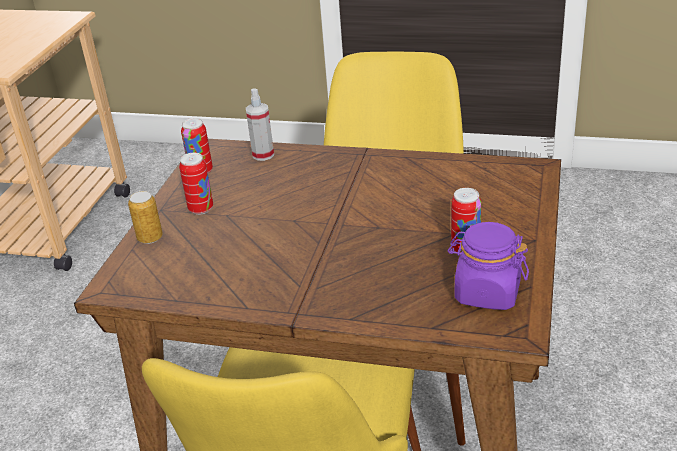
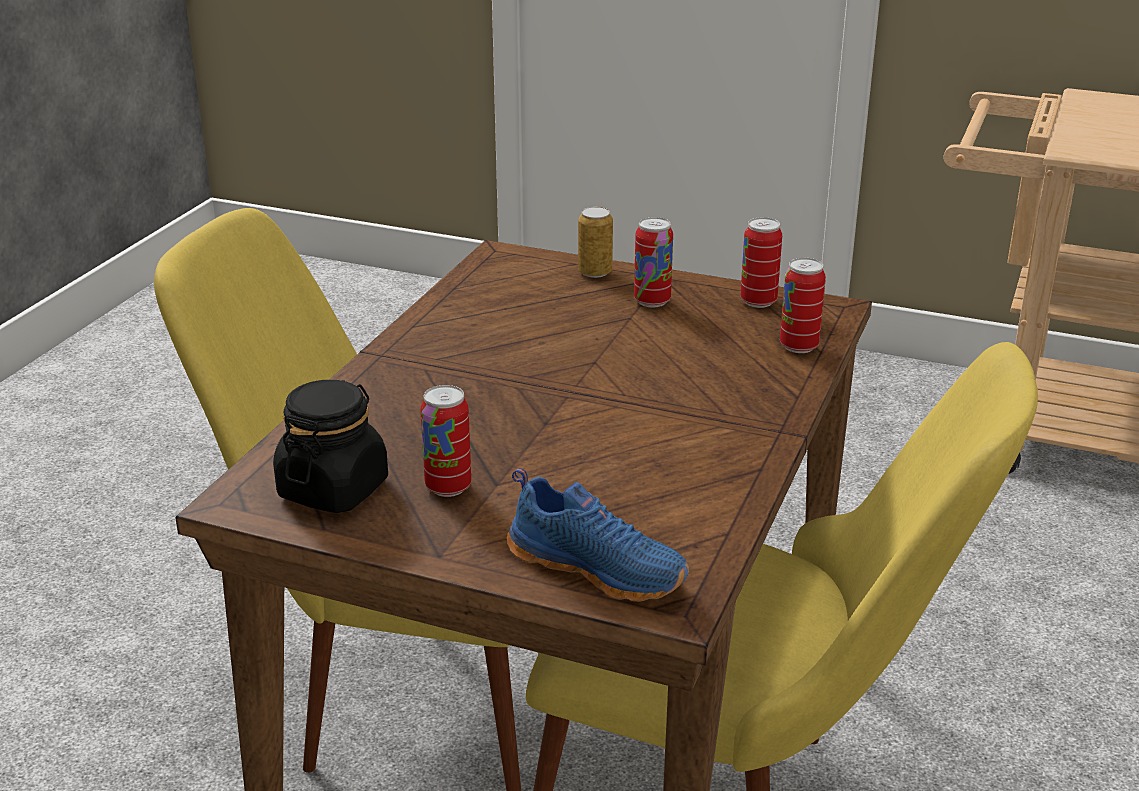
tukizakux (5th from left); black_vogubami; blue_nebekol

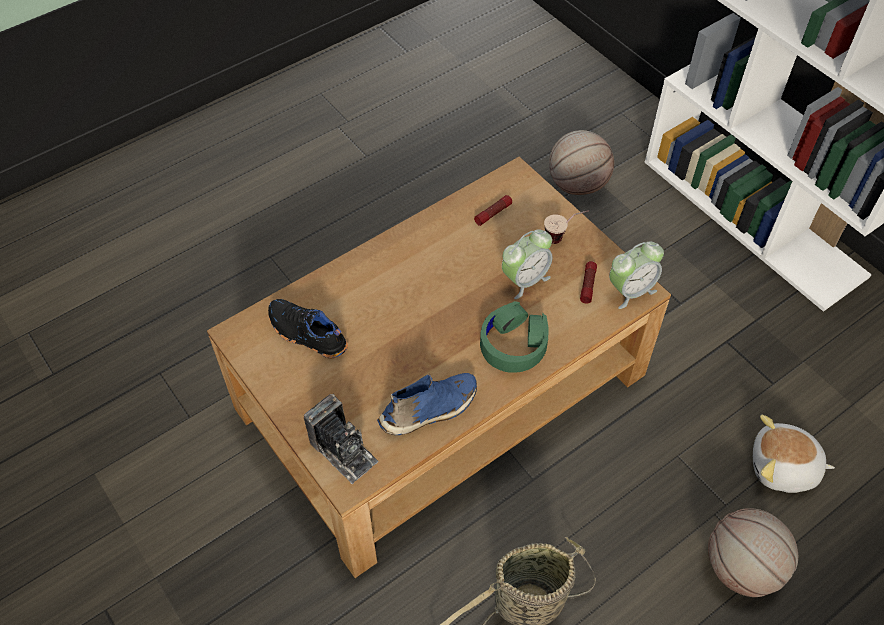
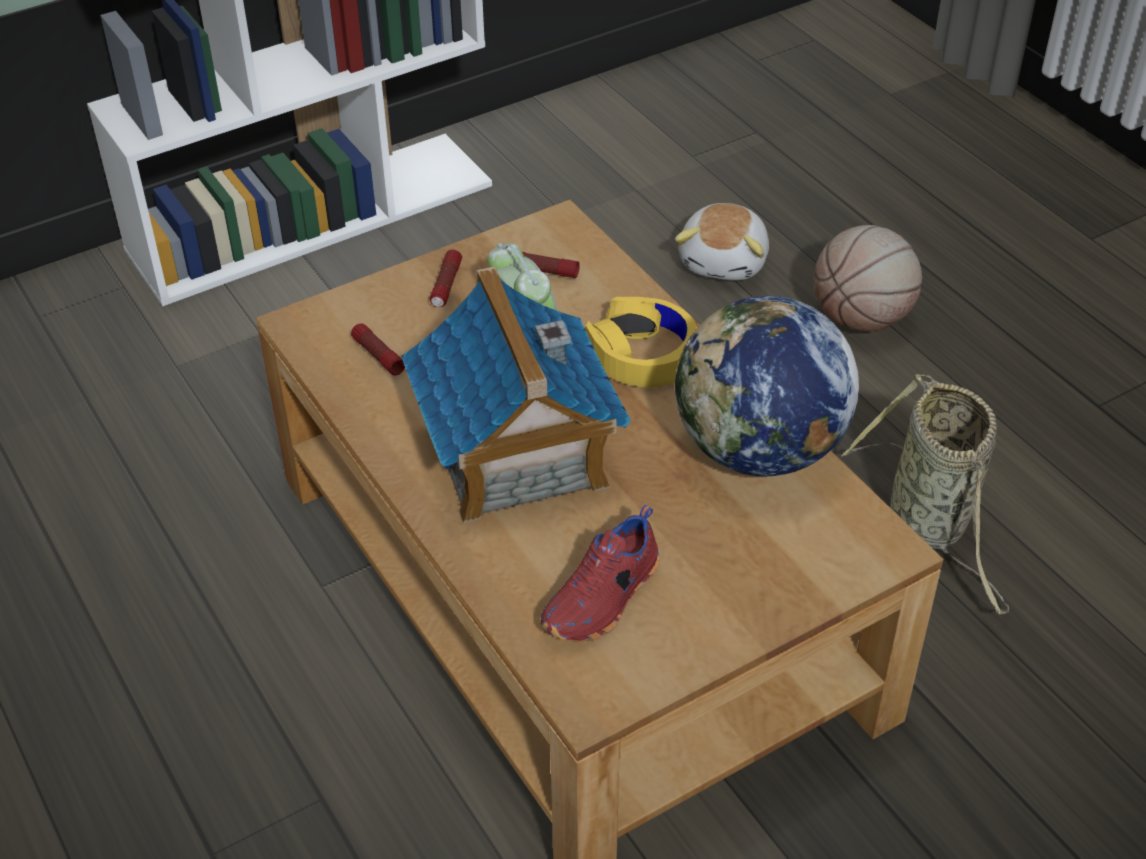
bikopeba (1st from left in the first image); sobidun (2nd from left); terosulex (2nd from left in the first image); red_nebekol; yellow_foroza; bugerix; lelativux; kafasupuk

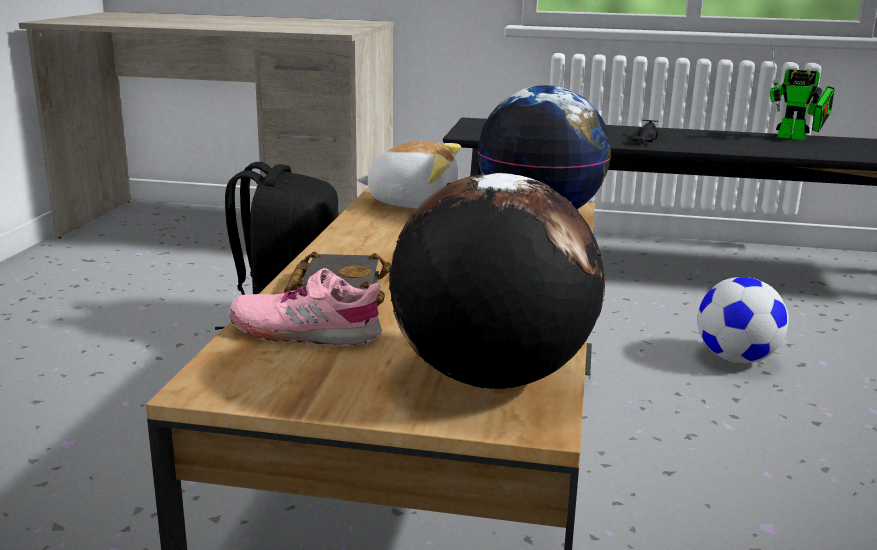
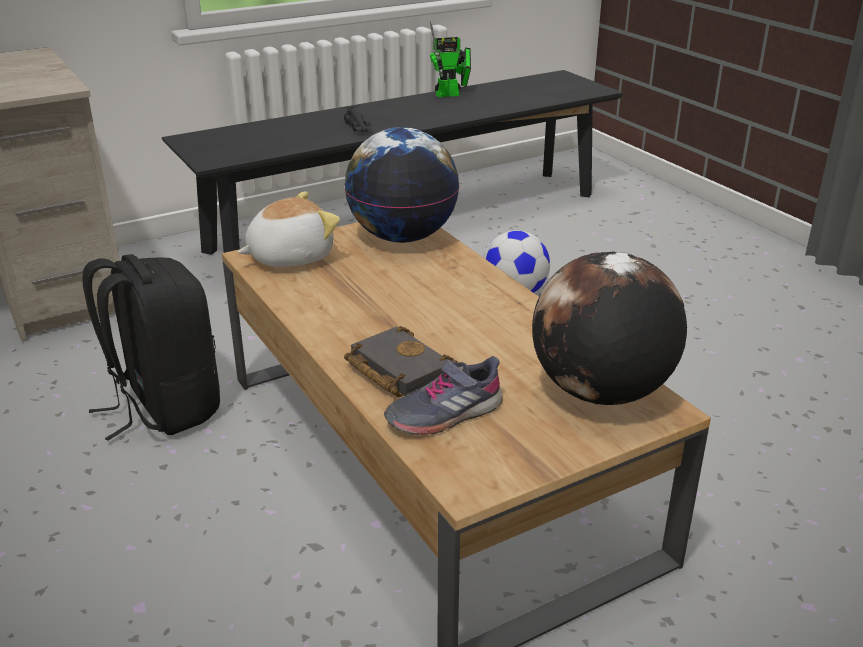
grey_nebekol

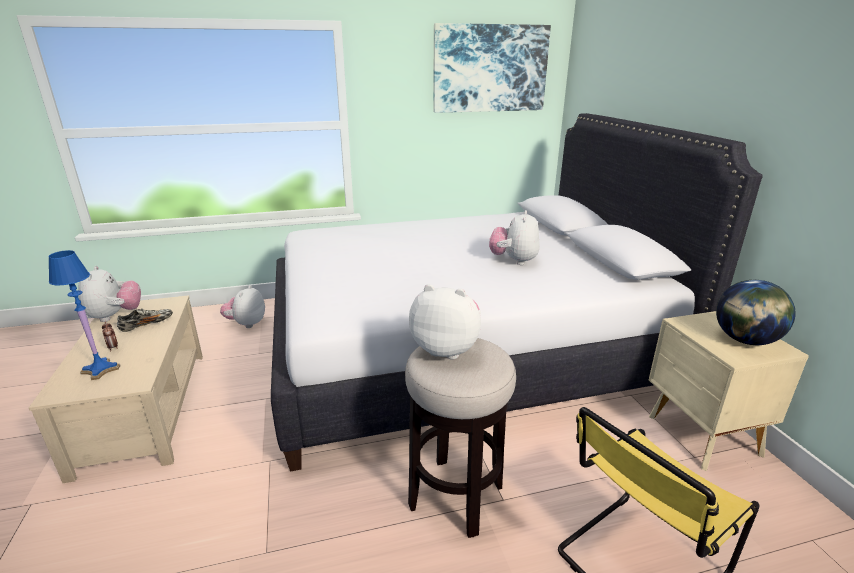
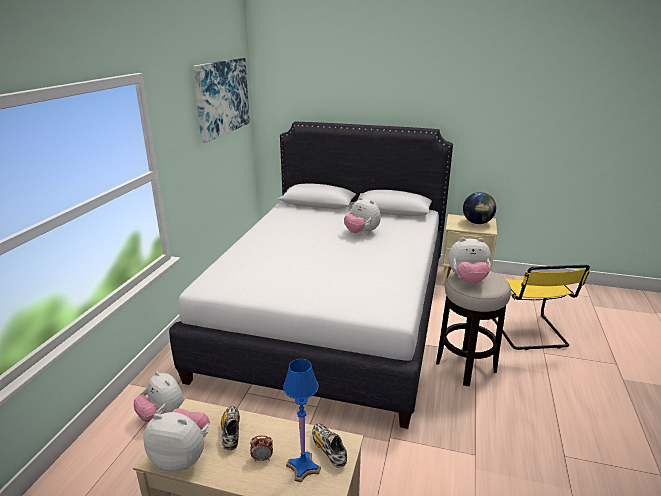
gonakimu (4th from left); nebekol (2nd from left)

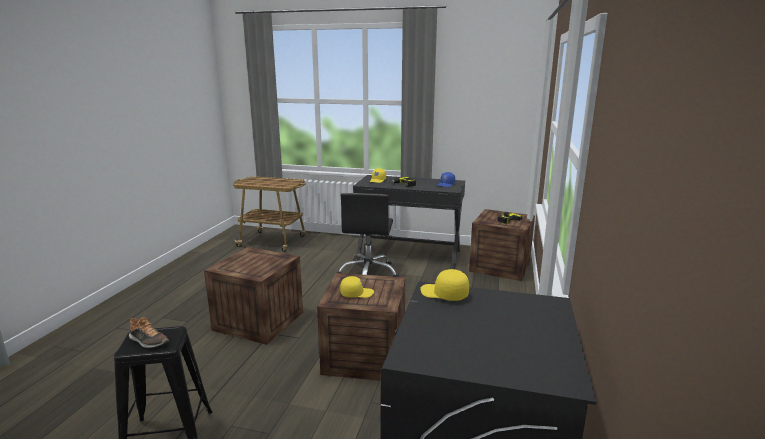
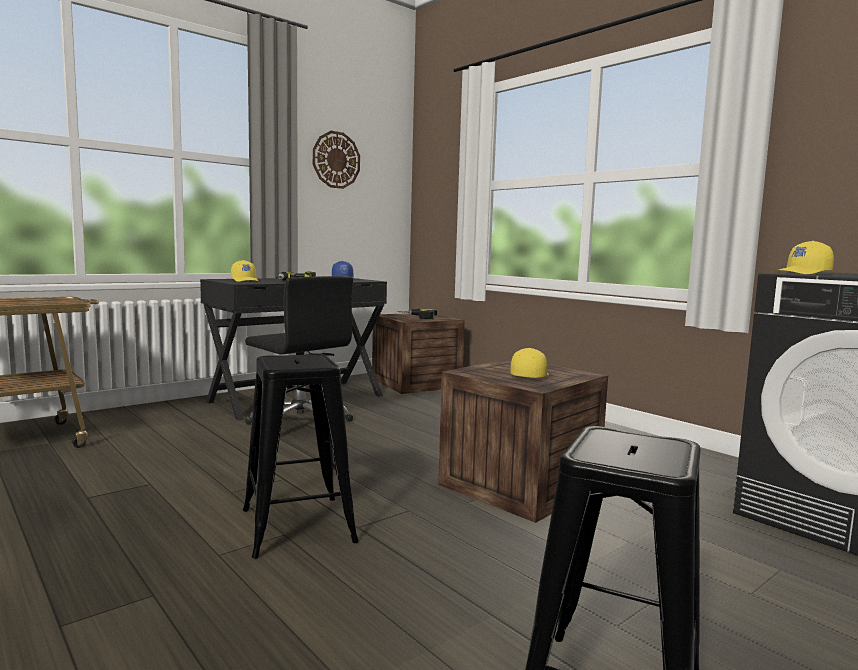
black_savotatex (1st from left); nebekol; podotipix

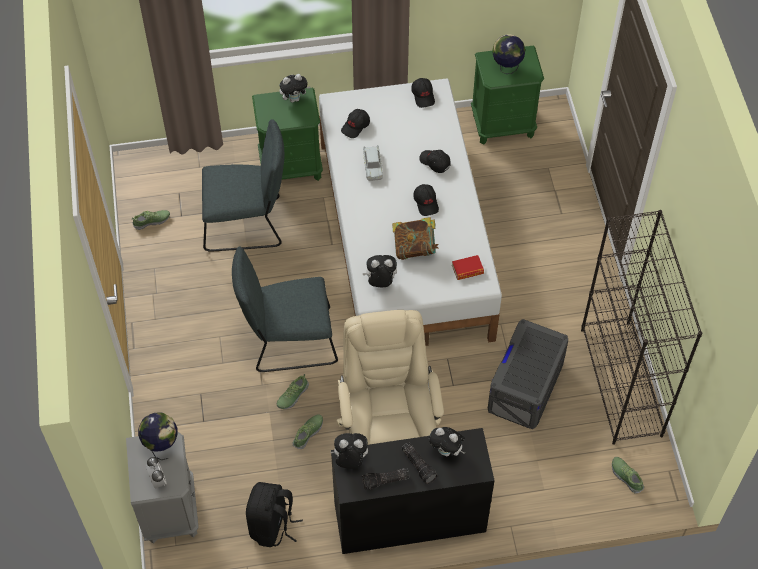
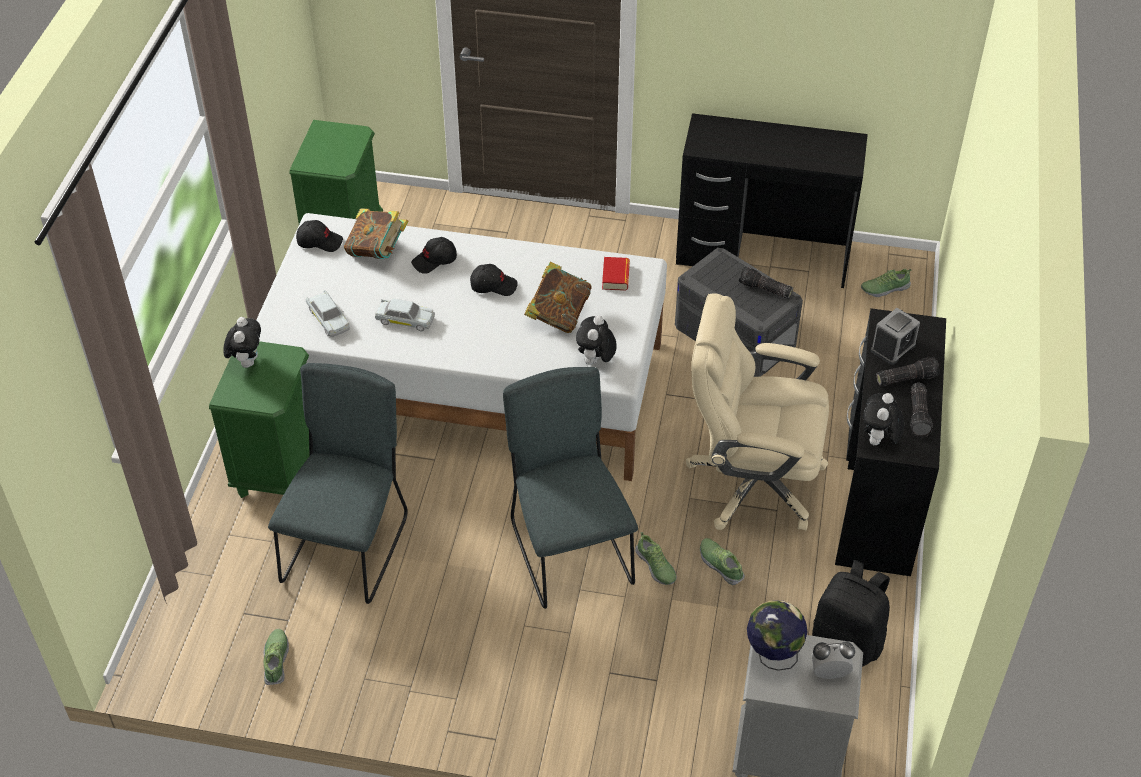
bugerix (2nd from left in the first image); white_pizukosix (1st from left); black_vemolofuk (1st from left); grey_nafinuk (2nd from left); terosulex (2nd from left); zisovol (1st from left); sobidun (1st from left)

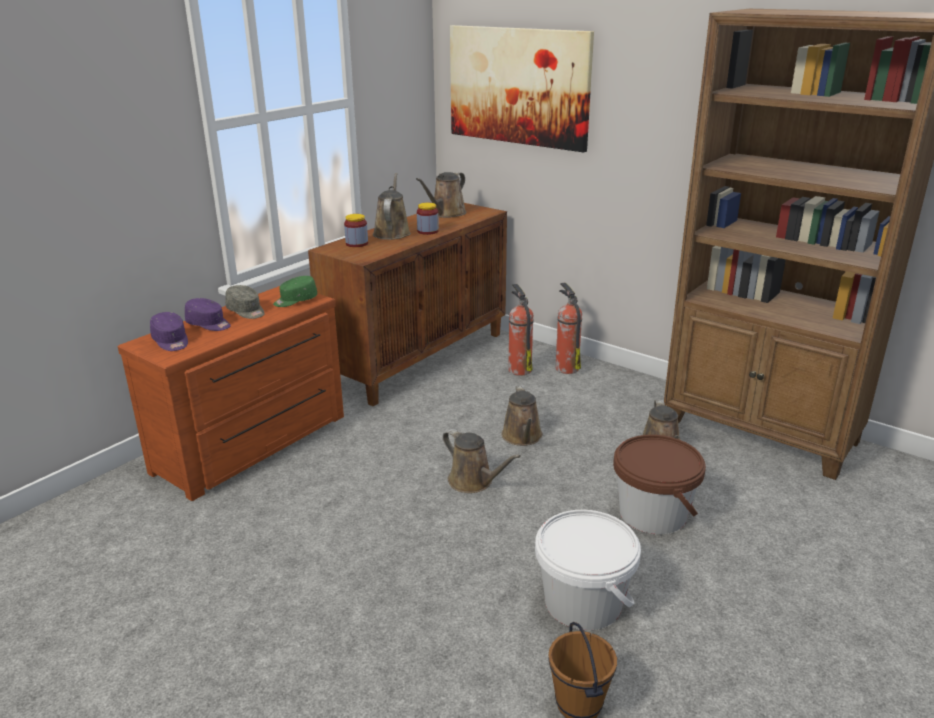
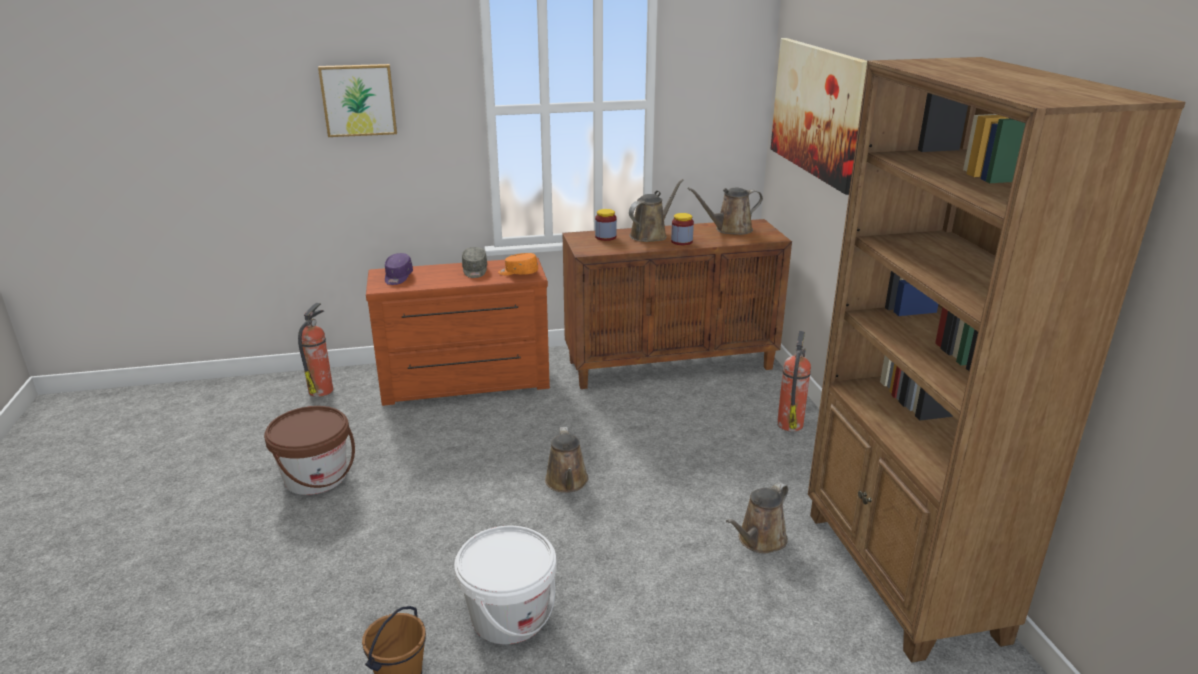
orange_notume; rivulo (1st from left); purple_notume (2nd from left in the first image); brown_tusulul (4th from left in the first image); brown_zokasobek (1st from left); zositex (1st from left)

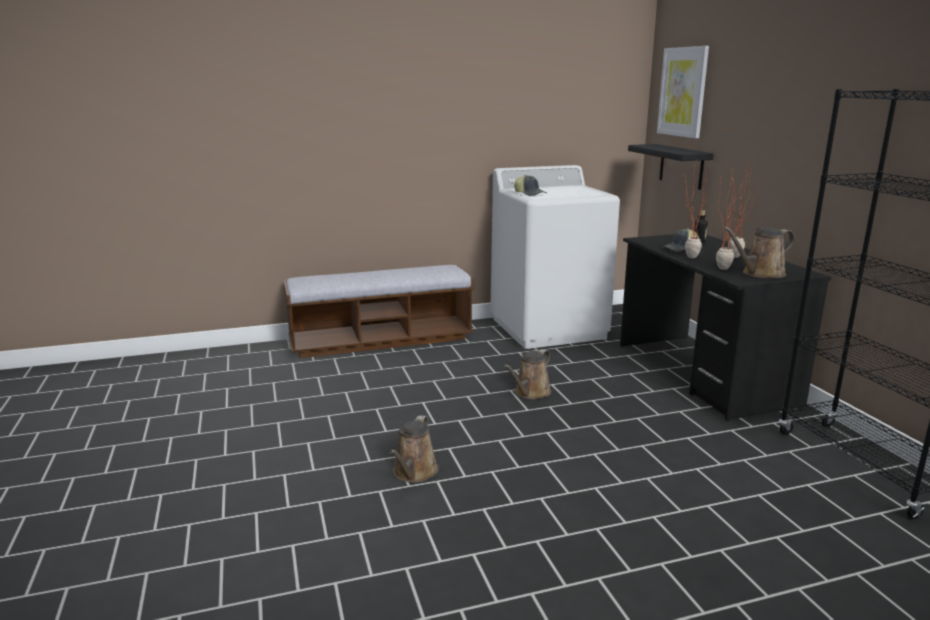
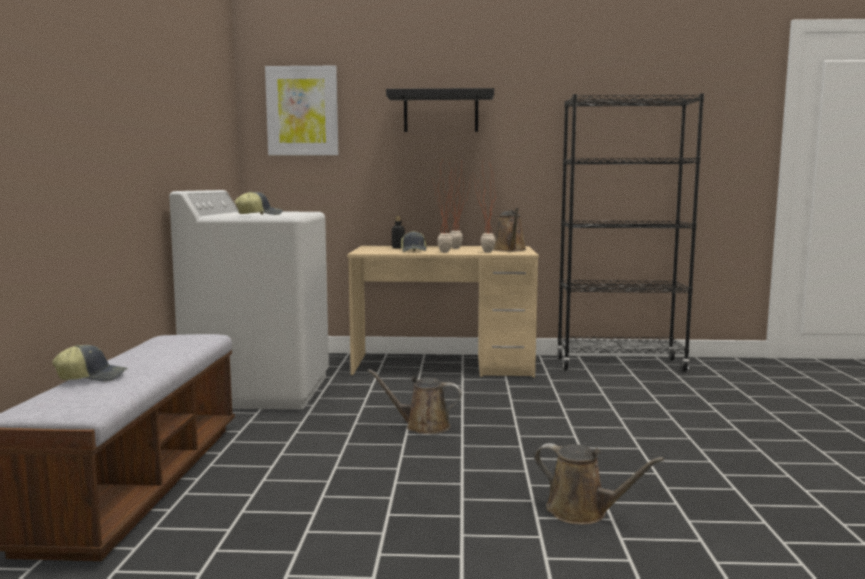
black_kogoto; beige_vemolofuk; brown_tusulul (1st from left); notume (1st from left)

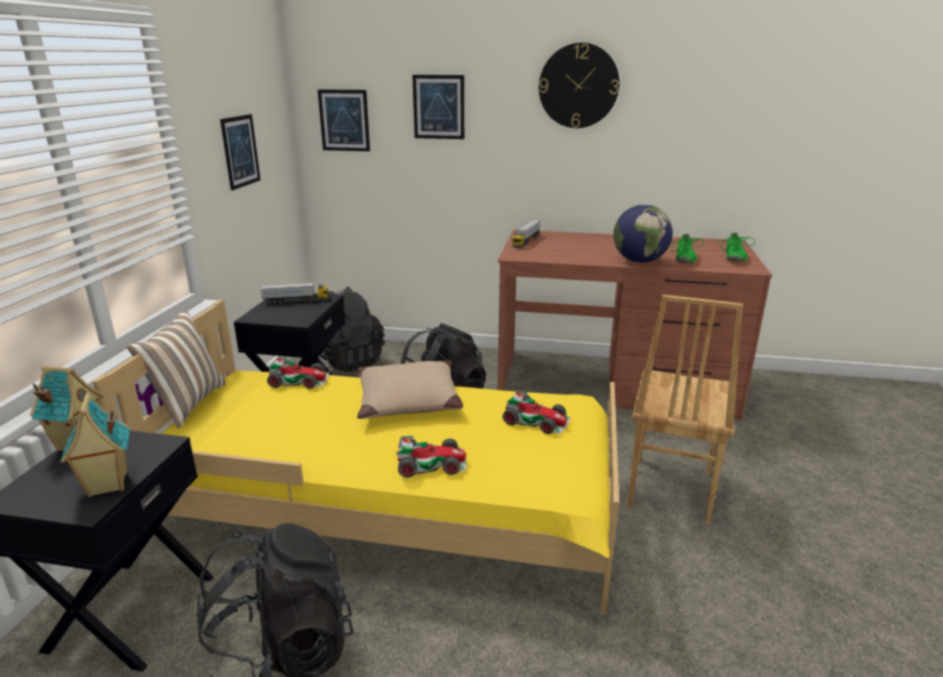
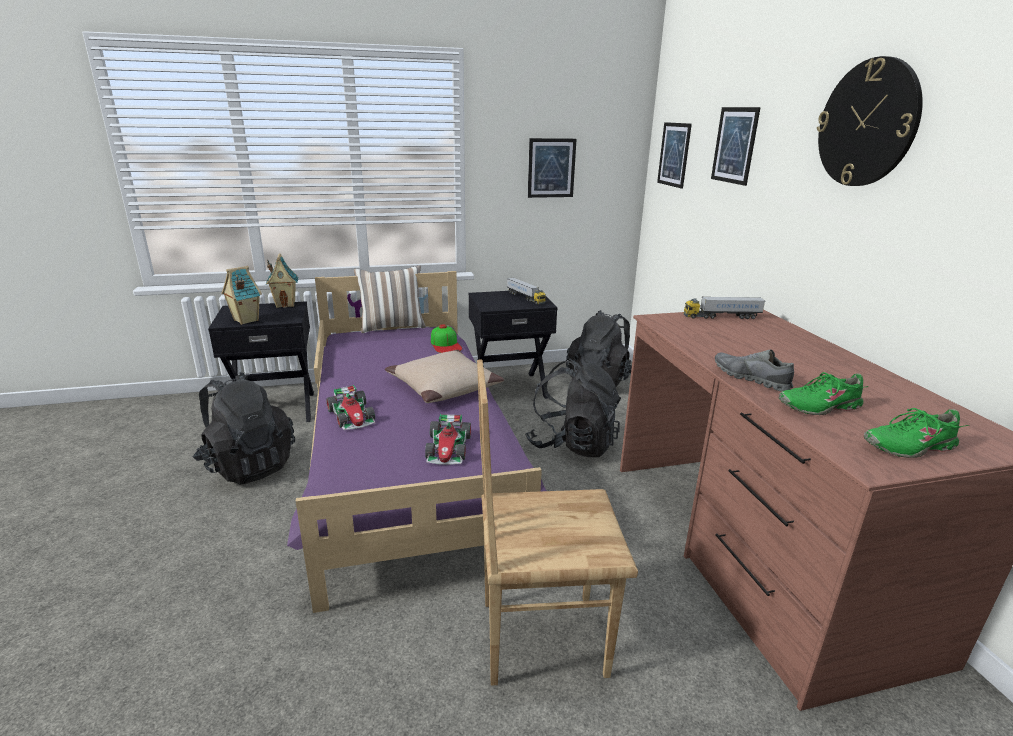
grey_nebekol; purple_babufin; notume

